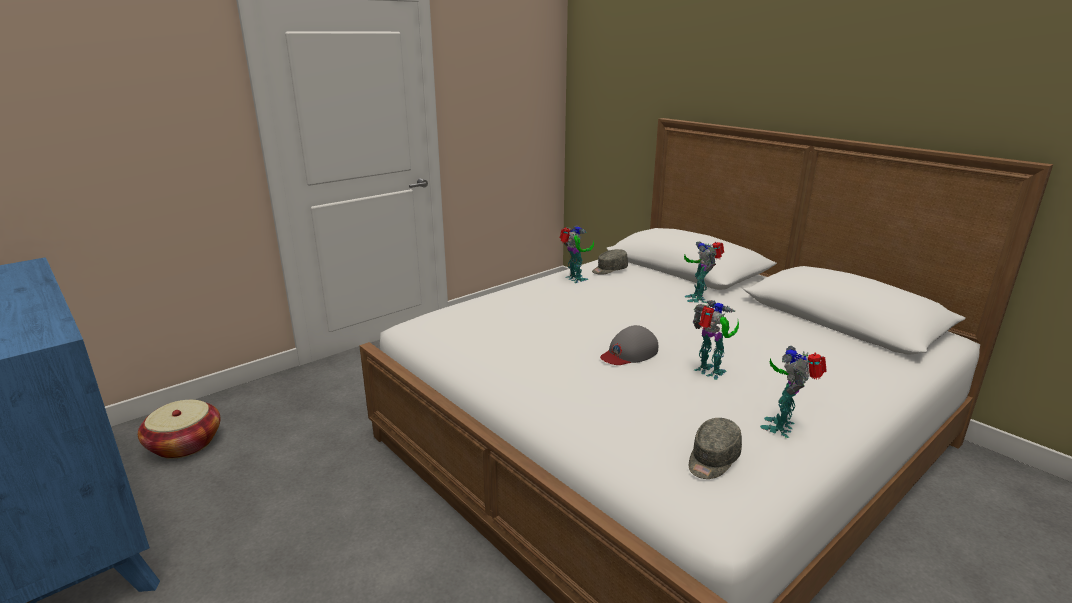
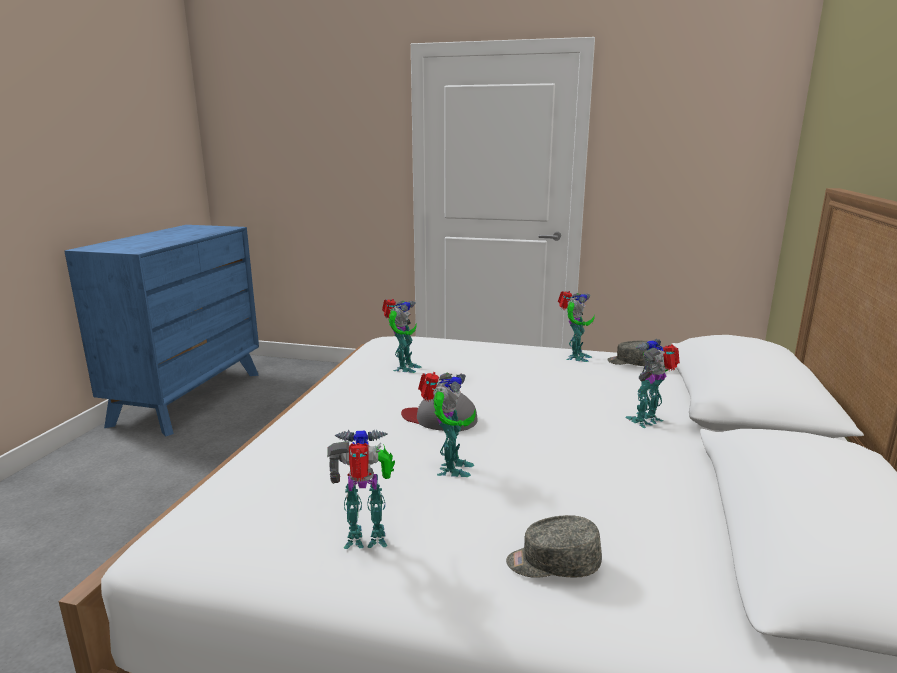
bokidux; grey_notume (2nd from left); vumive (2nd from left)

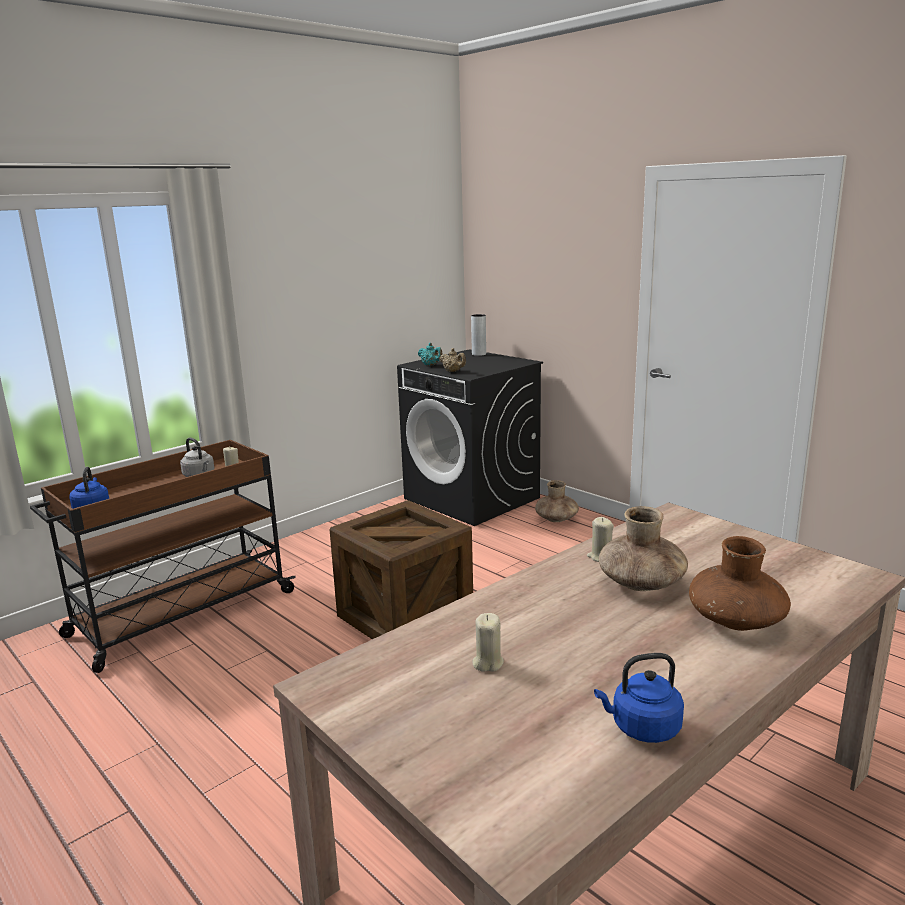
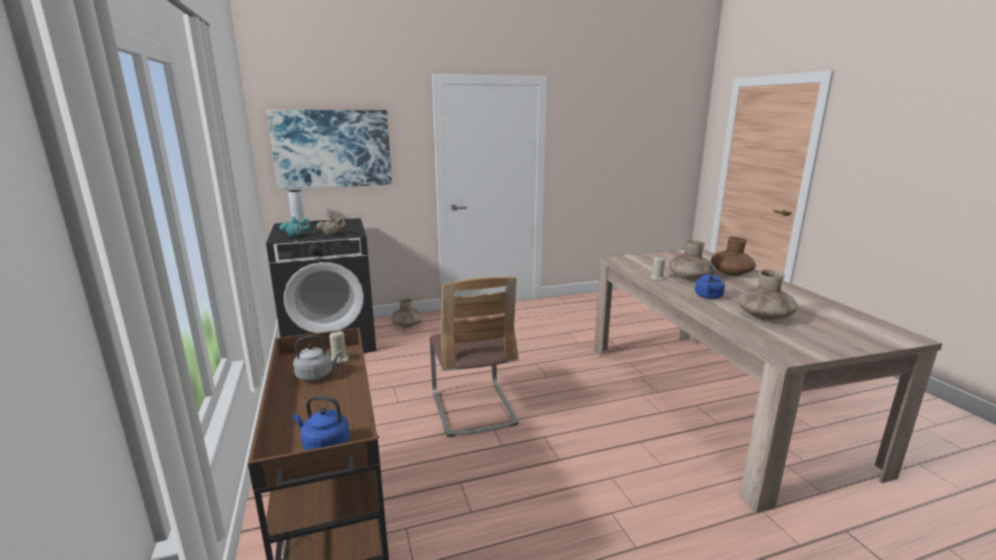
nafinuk; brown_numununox (4th from left); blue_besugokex (2nd from left); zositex

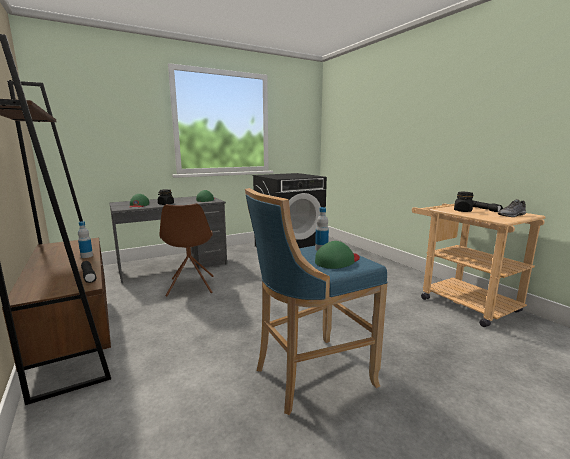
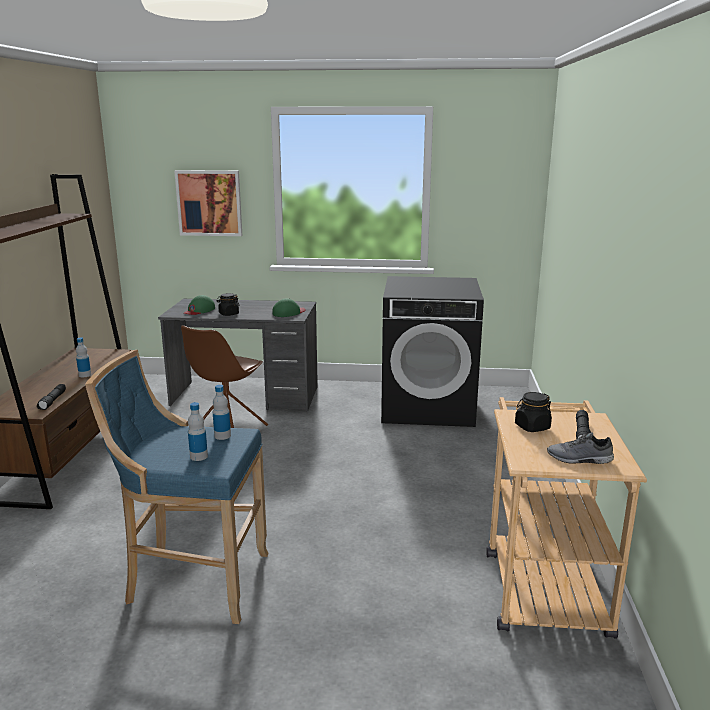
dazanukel (2nd from left); zositex

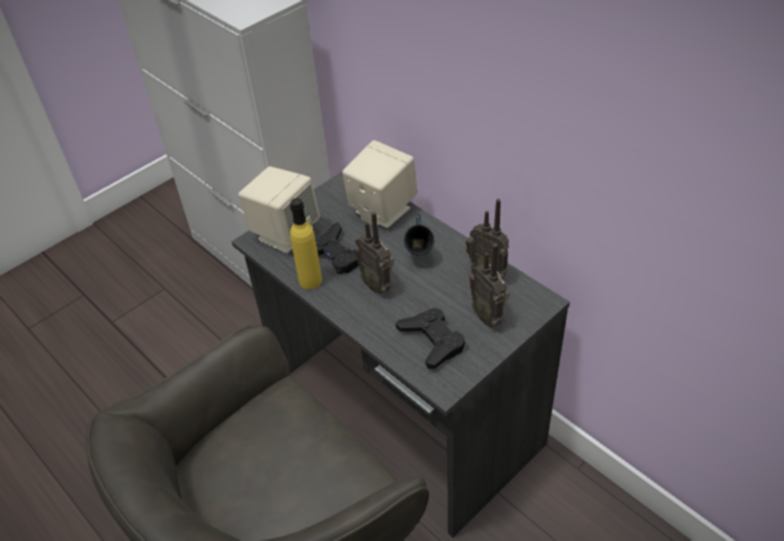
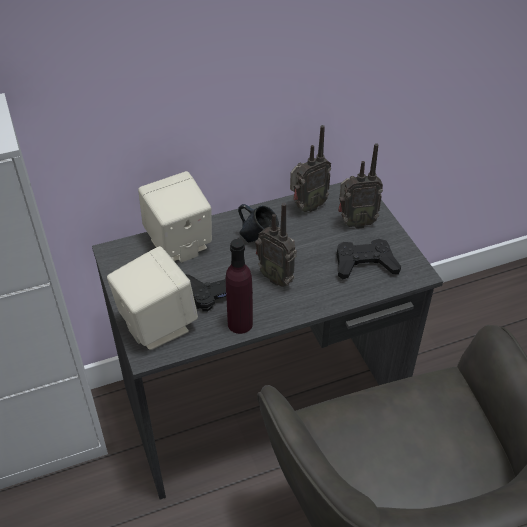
purple_dazanukel; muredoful (1st from left)

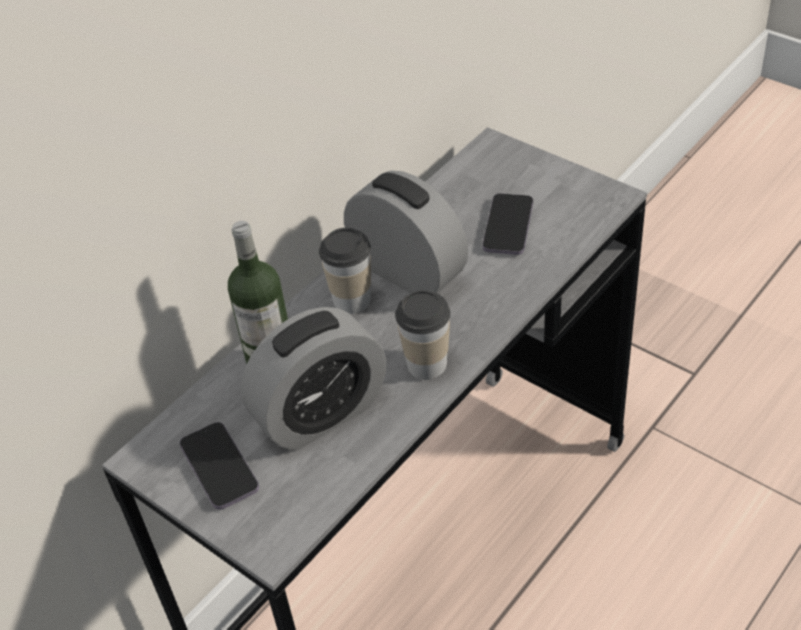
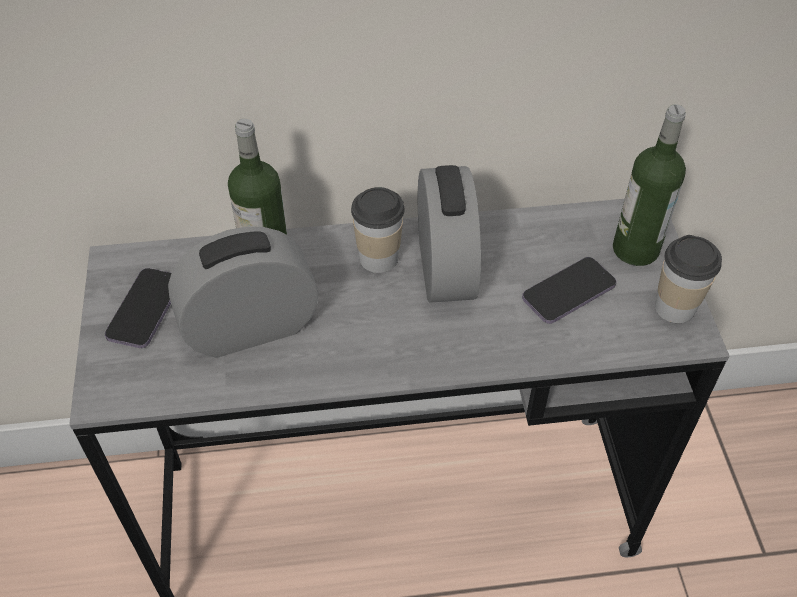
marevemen (2nd from left); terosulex (1st from left); dazanukel (2nd from left)

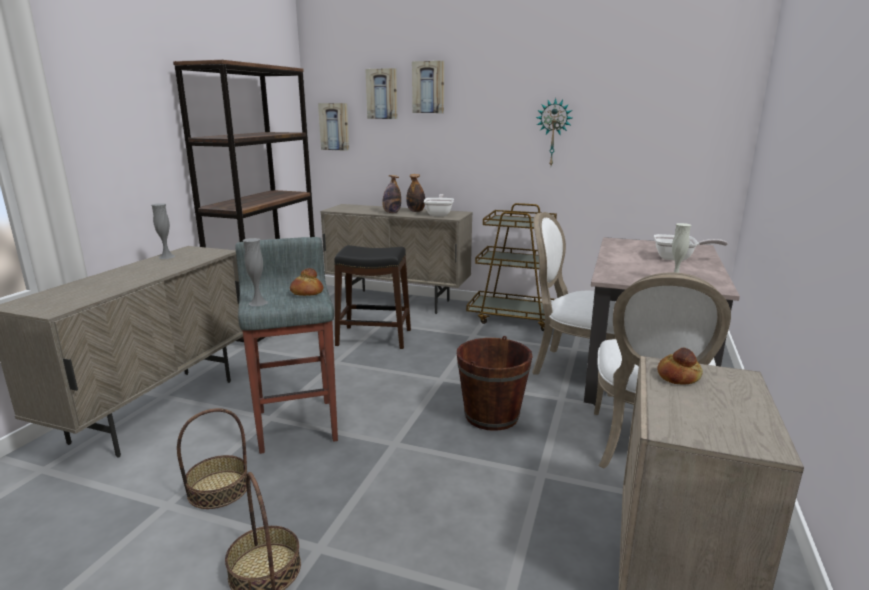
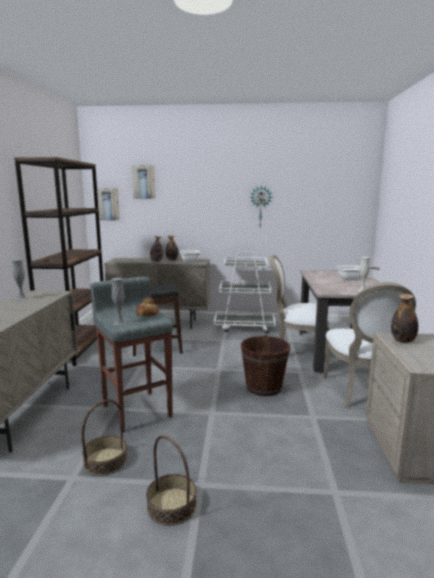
zositex (3rd from left in the first image); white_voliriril; dazanukel (3rd from left)

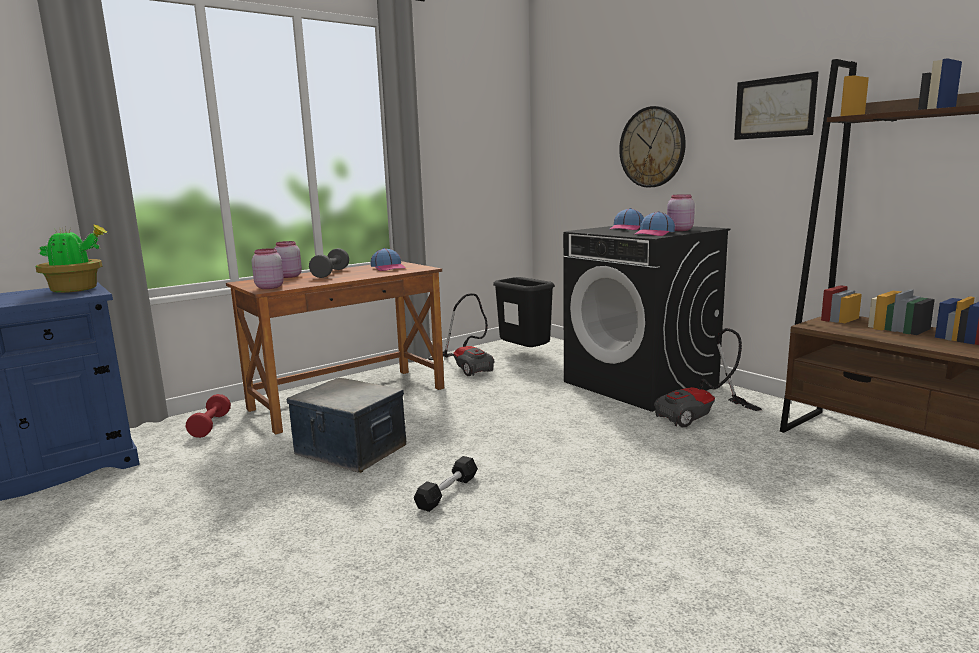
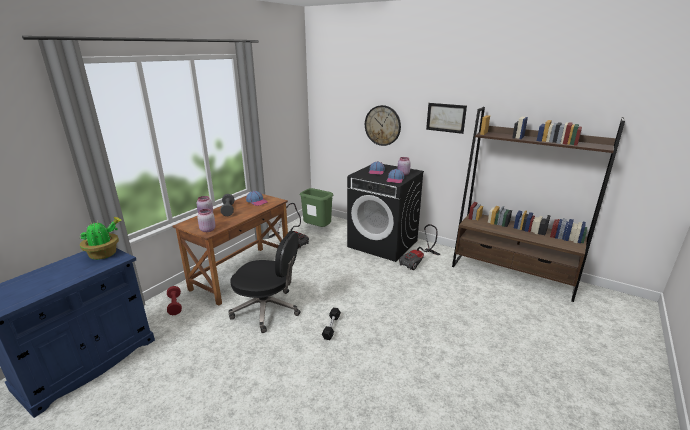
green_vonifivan; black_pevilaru

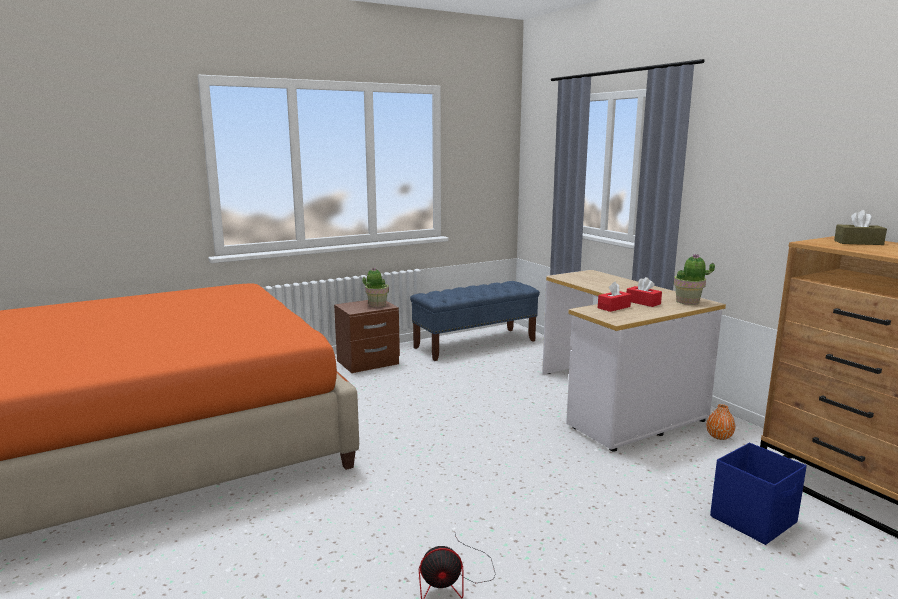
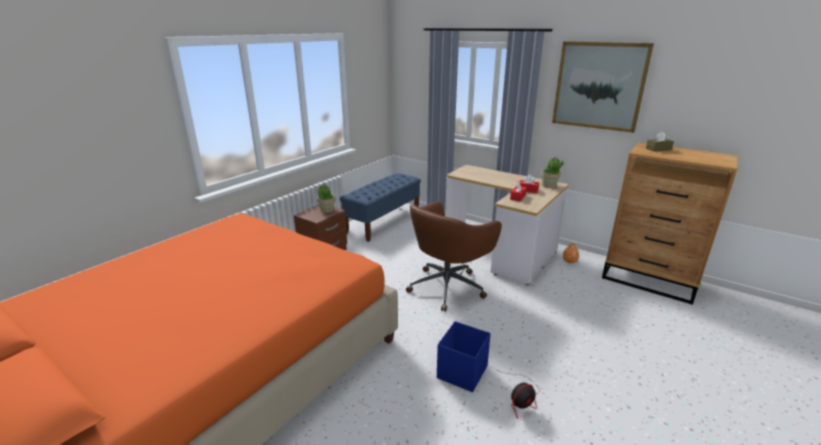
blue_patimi; zositex; brown_pevilaru

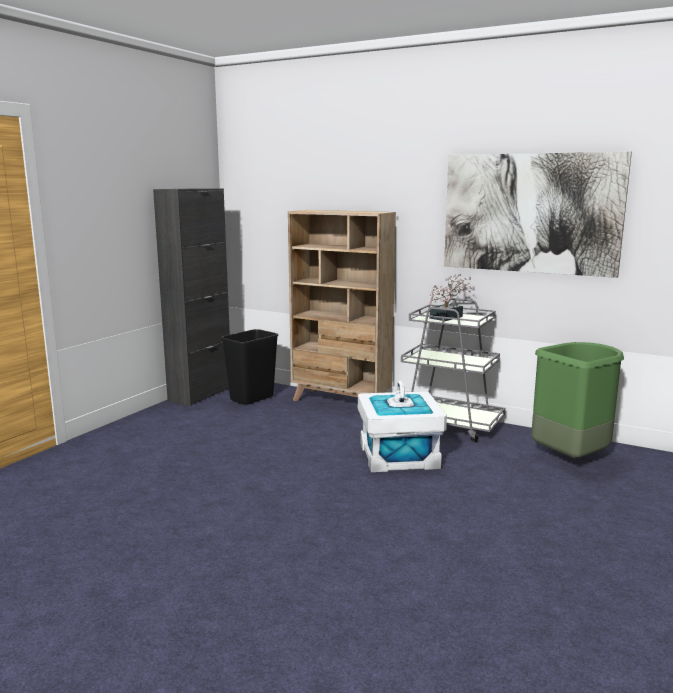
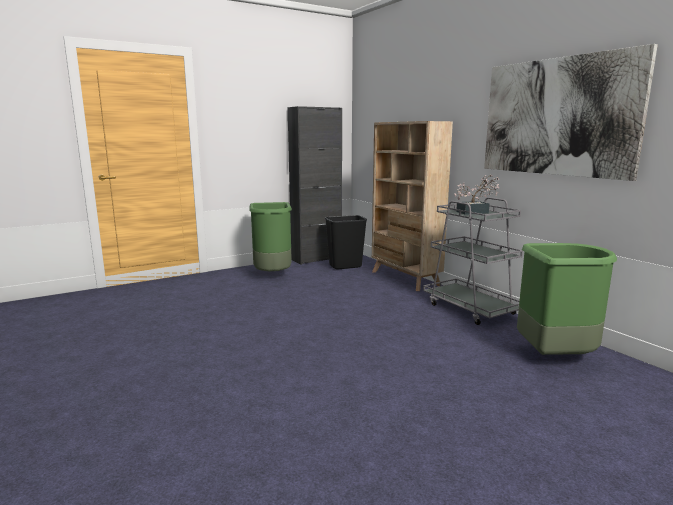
white_patimi; green_vonifivan (1st from left)

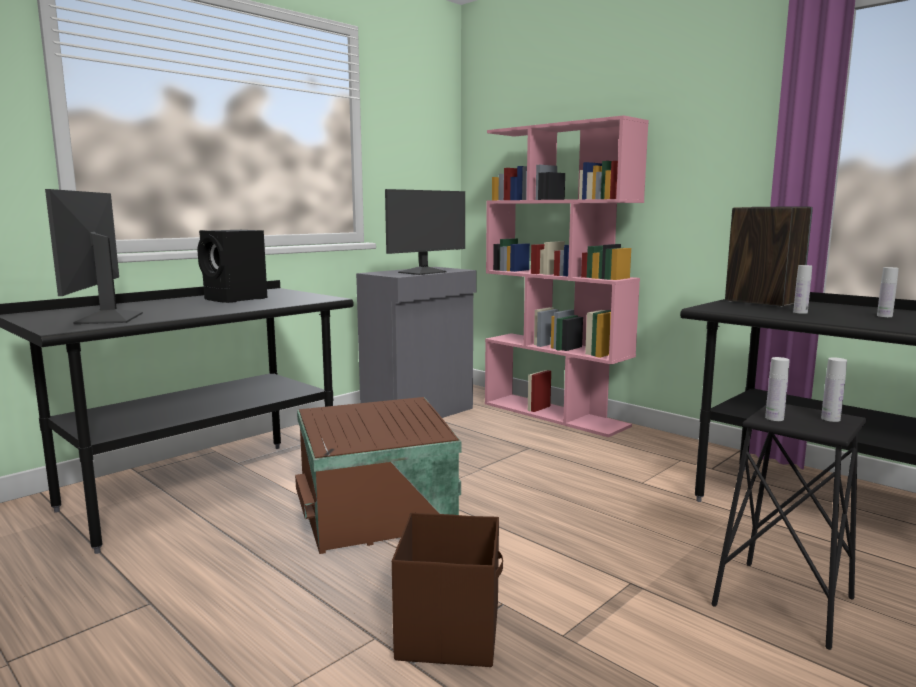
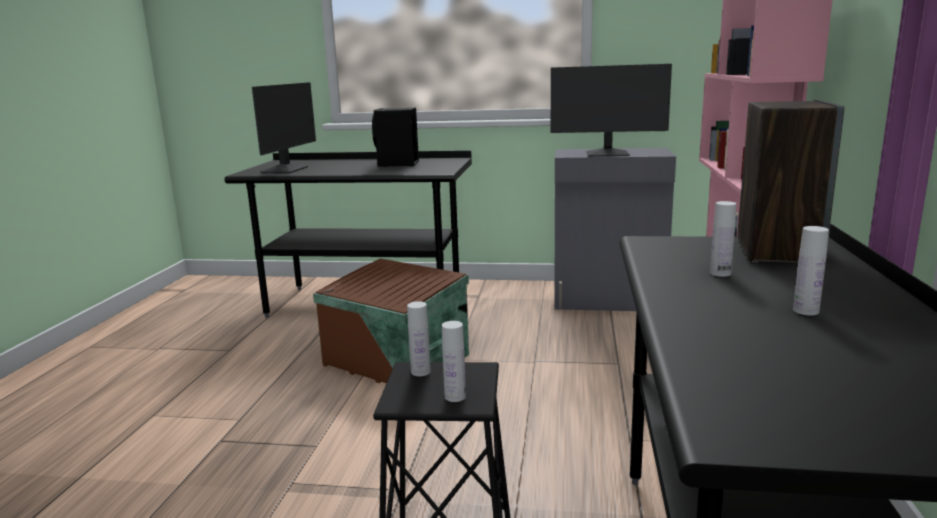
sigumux (1st from left); brown_patimi (2nd from left in the first image)

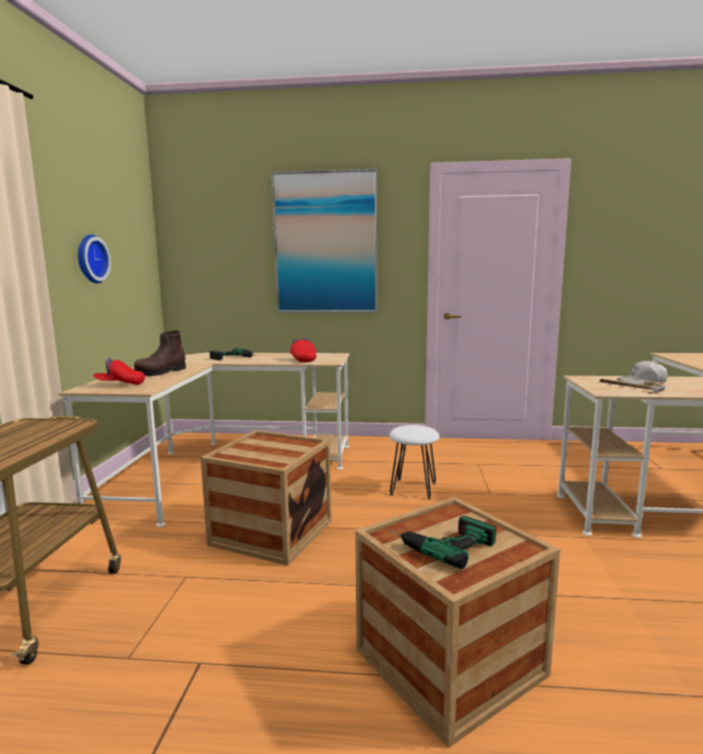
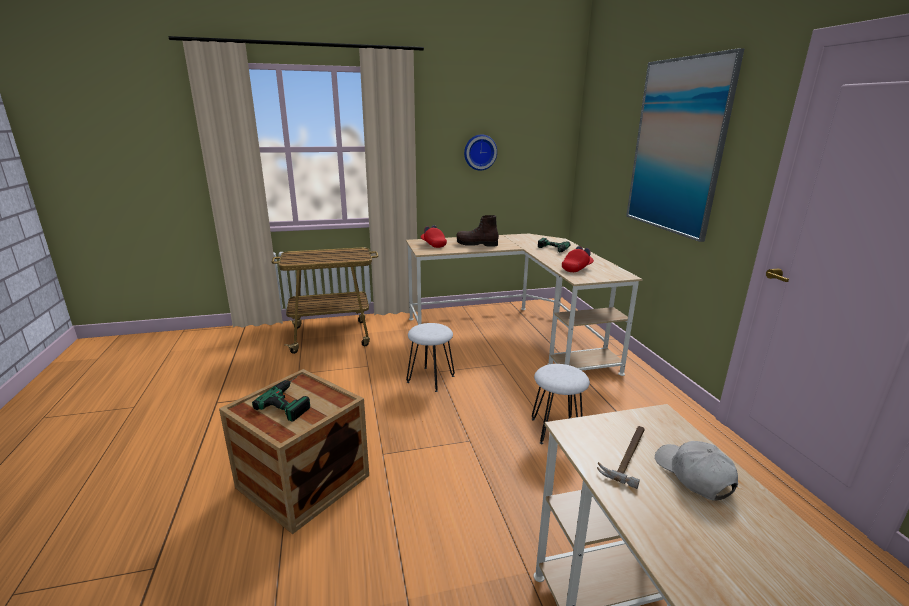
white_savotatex (1st from left)

